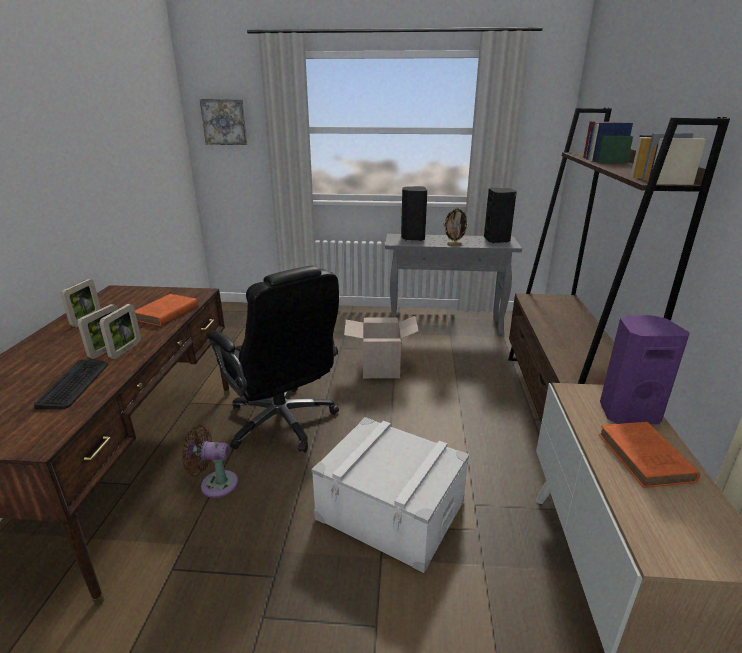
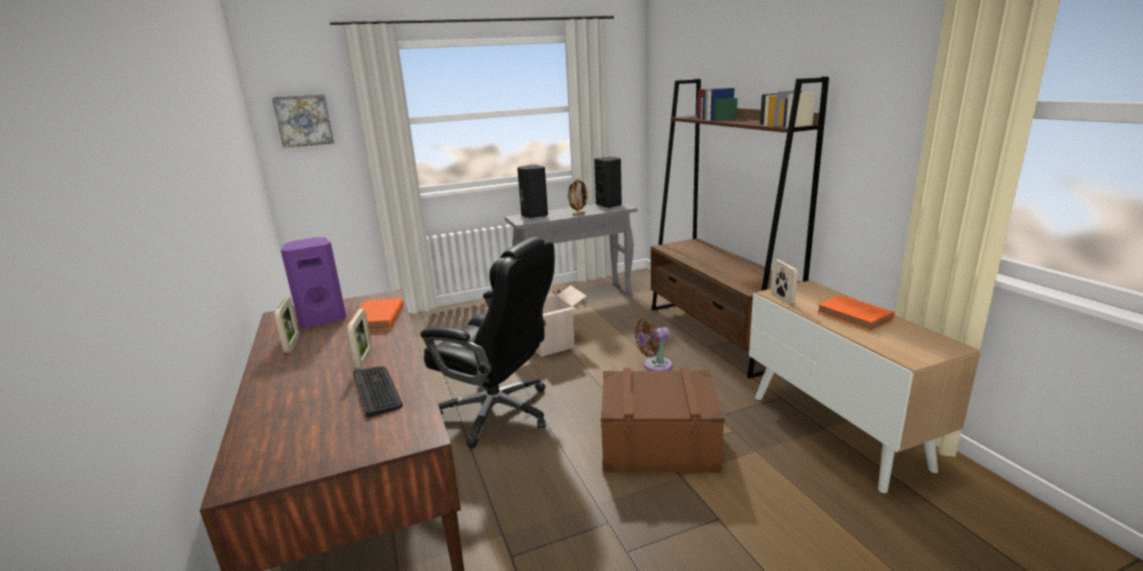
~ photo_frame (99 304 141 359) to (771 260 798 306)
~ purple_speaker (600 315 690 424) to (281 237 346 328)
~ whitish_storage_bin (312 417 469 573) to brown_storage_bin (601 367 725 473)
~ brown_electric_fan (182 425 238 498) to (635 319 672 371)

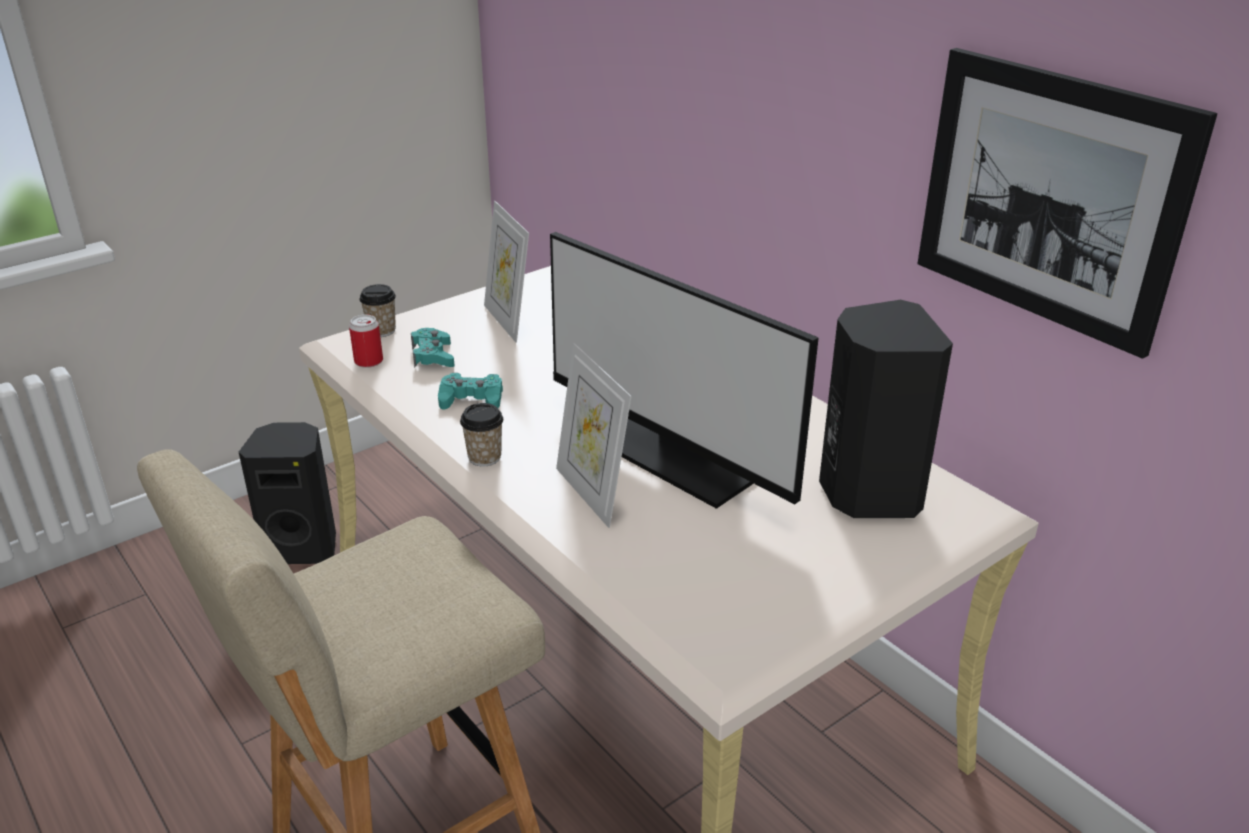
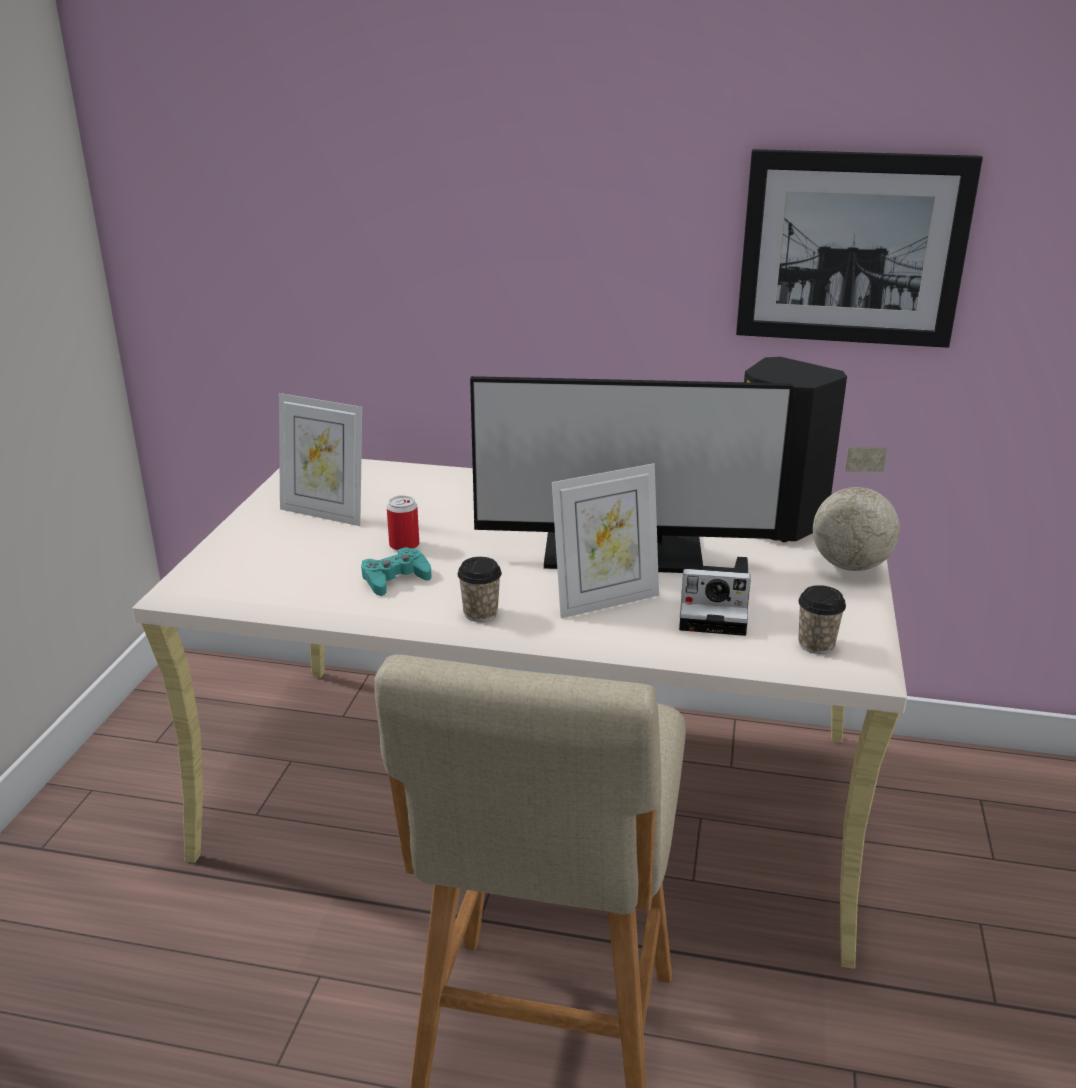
~ small_cup (359 284 396 337) to (798 585 846 654)
~ can (349 314 383 368) to (387 496 419 551)
- turquoise-coloured_game_controller (411 328 455 368)
~ photo_frame (556 343 631 528) = (552 463 659 618) 45 degrees counterclockwise
- black-coloured_speaker (239 422 336 564)
+ desk_globe (813 447 900 571)
+ photo_camera (679 557 751 636)

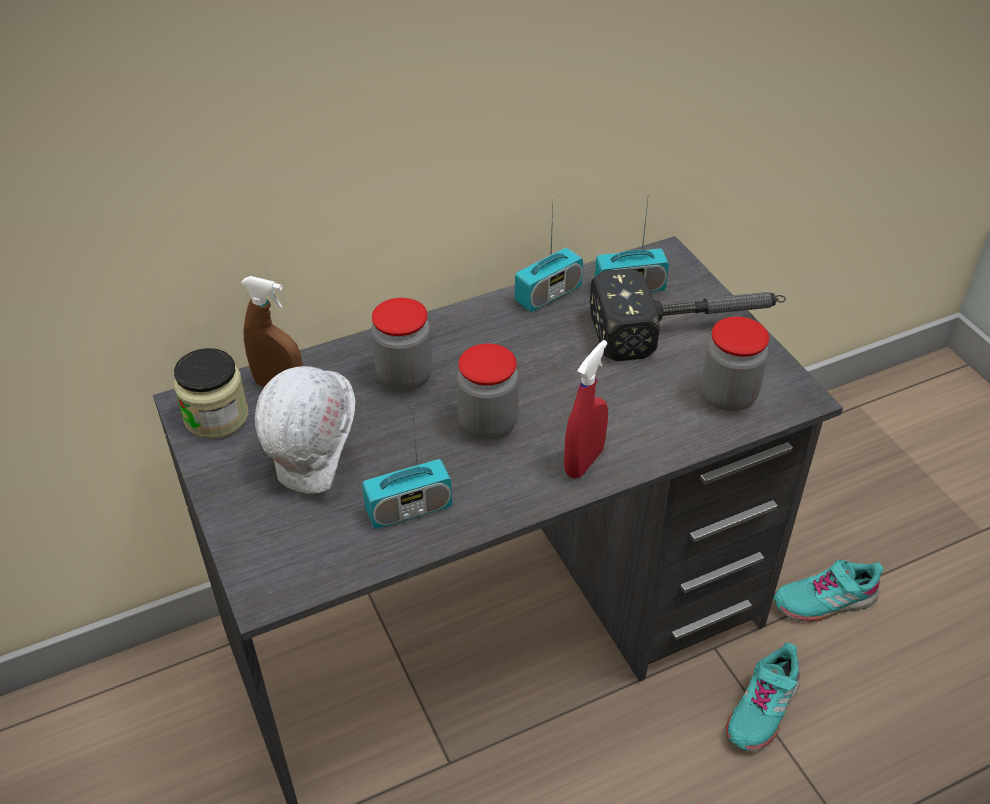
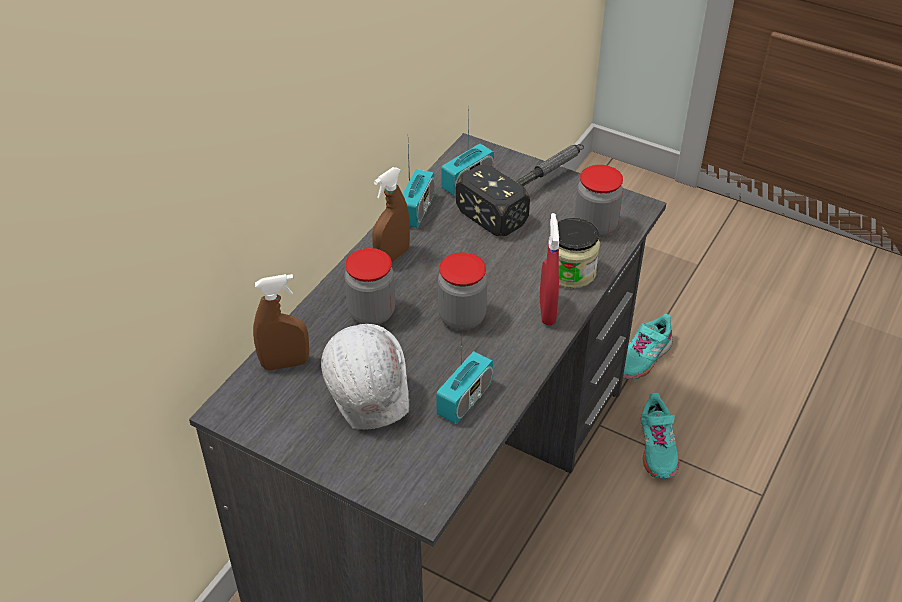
~ preserve_jar (174 348 249 439) to (548 218 600 289)
+ brown_hand_sprayer (372 167 410 262)

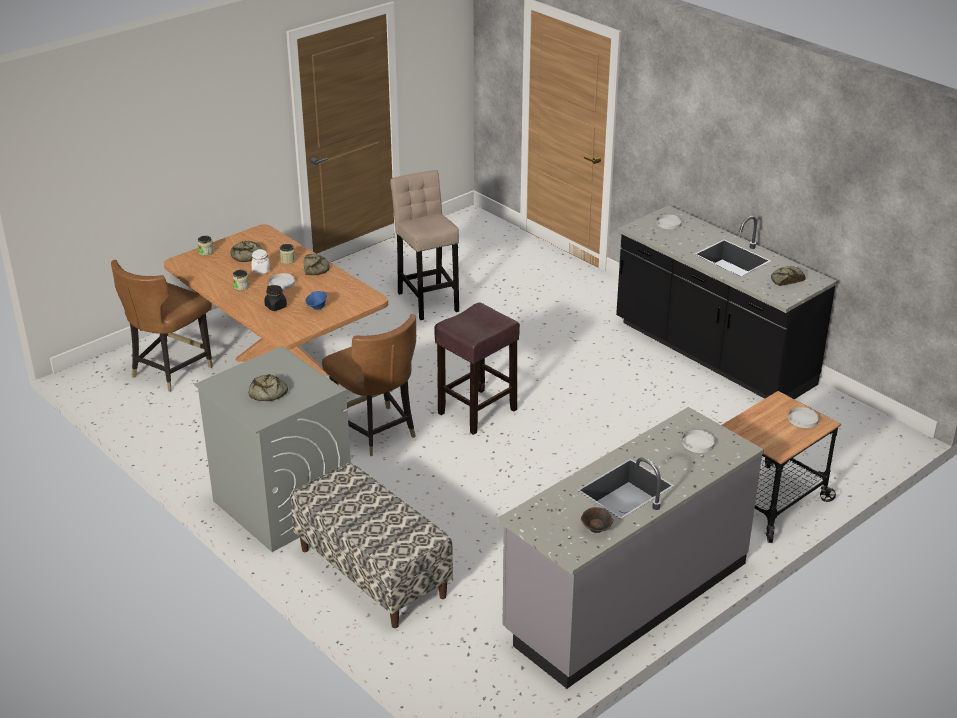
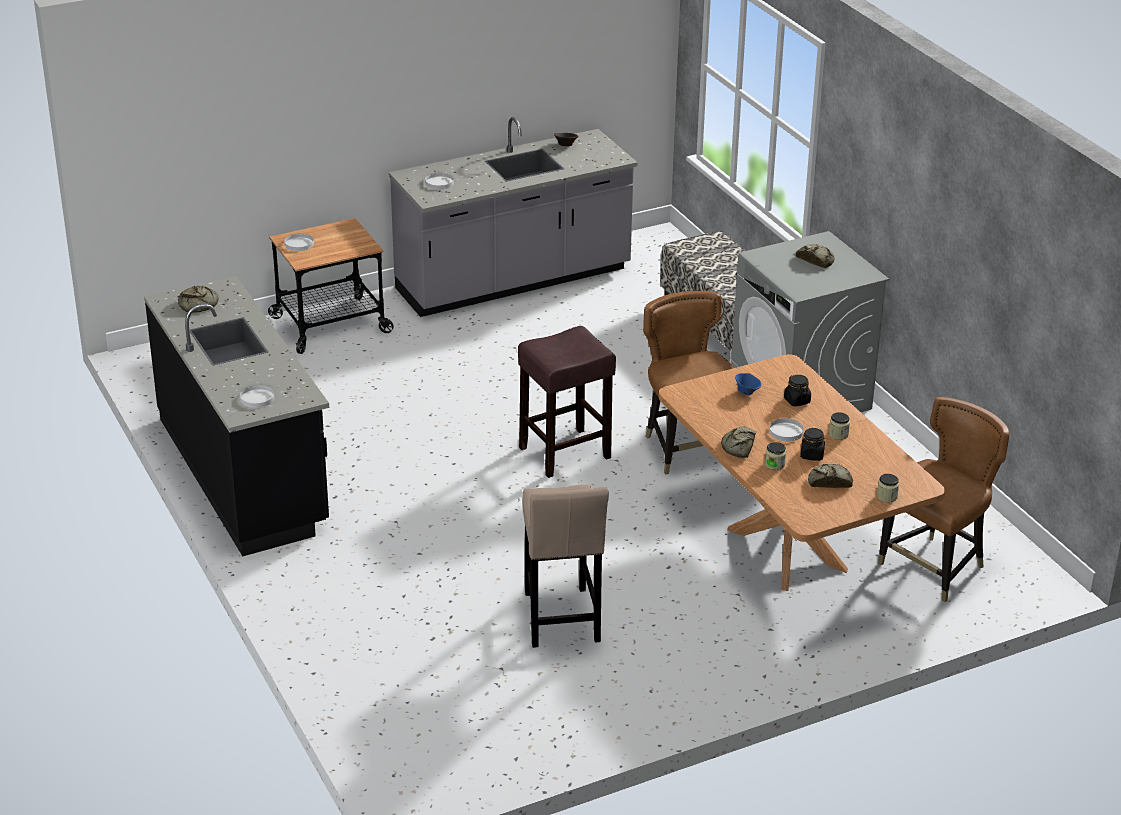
~ whitish_preserve_jar (252 249 270 274) to black-coloured_preserve_jar (800 428 825 461)

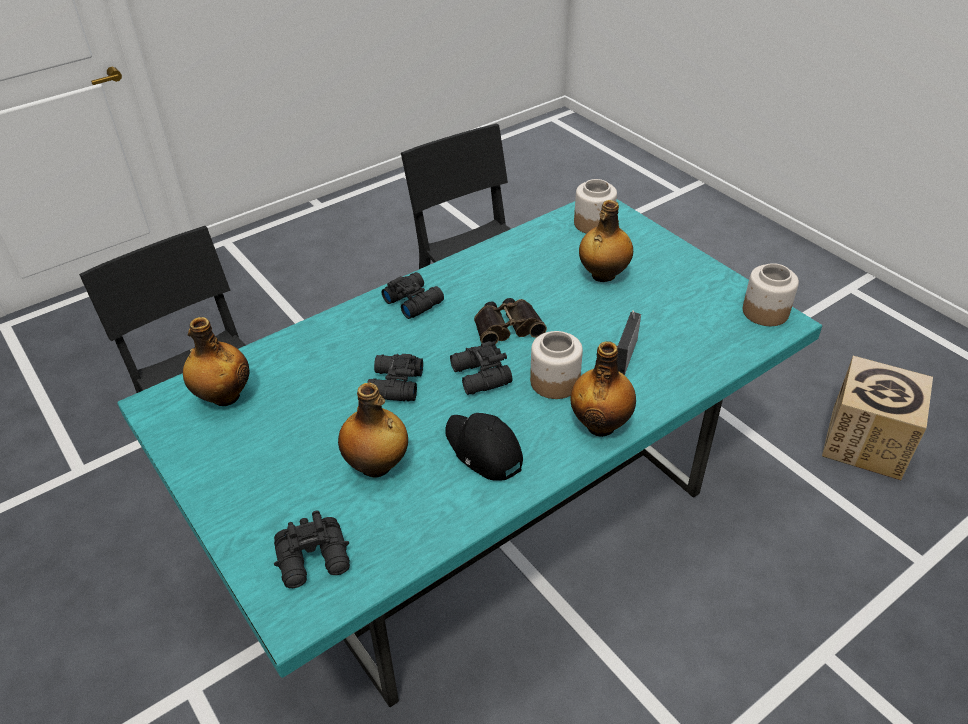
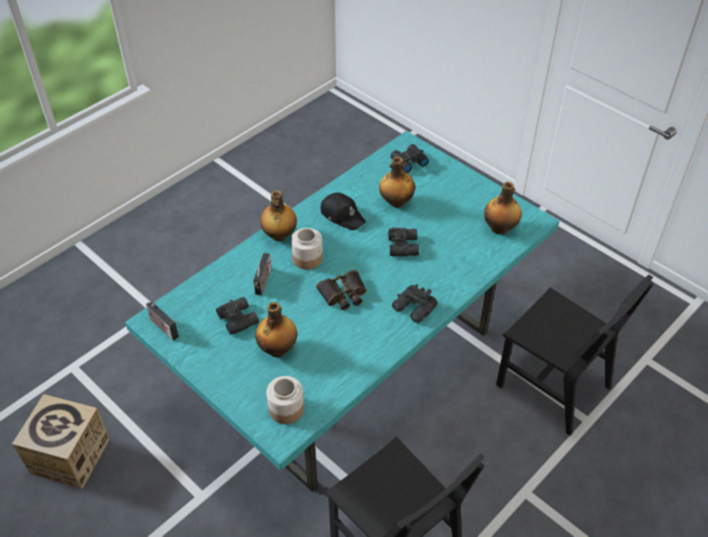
~ preserve_jar (743 263 799 326) to radio_set (146 301 179 341)
~ black-coloured_field_glasses (450 341 512 395) to (216 297 259 335)

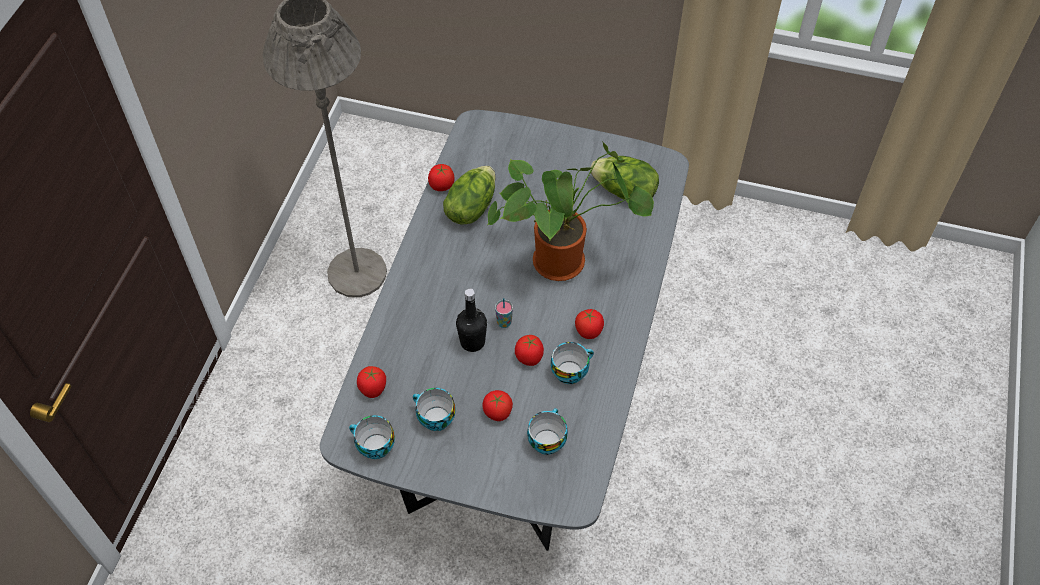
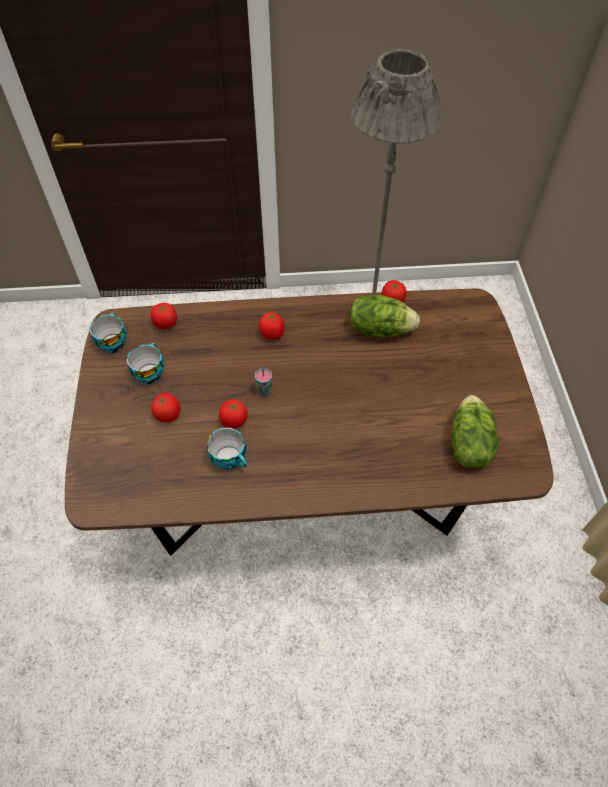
~ greyish_dinner_table (320 110 689 551) to brown_dinner_table (65 289 554 556)
- potted_plant (487 141 654 281)
- black-coloured_drink_bottle (456 288 487 352)
~ fresh_tomato (575 309 604 339) to (259 312 285 340)
- small_cup (527 408 568 455)

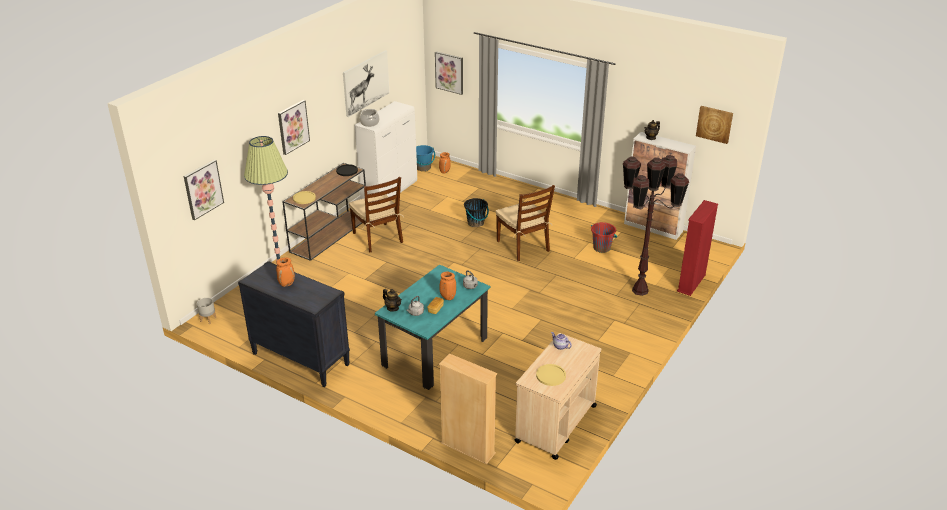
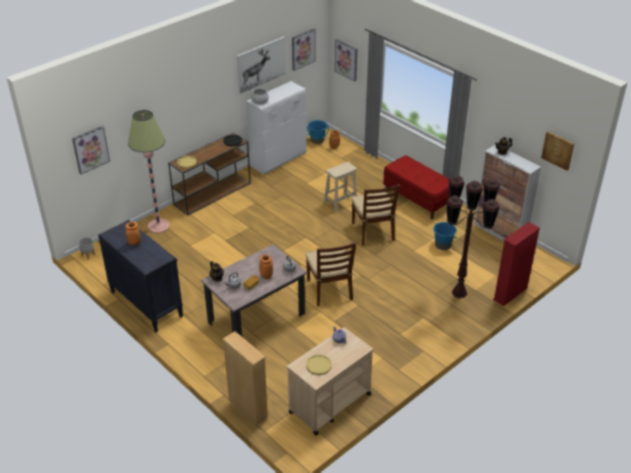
~ wall_picture (278 100 310 155) to (292 29 315 71)
~ brown_plain_chair (349 177 404 252) to (305 242 356 306)
~ black-coloured_pail (464 198 489 227) to beige_stool (324 162 357 212)
~ red-coloured_pail (591 222 617 253) to blue-coloured_pail (433 222 457 250)
~ turquoise-coloured_dinner_table (375 264 490 390) to beige_dinner_table (201 244 307 336)
+ red-coloured_long_seat (383 155 449 220)

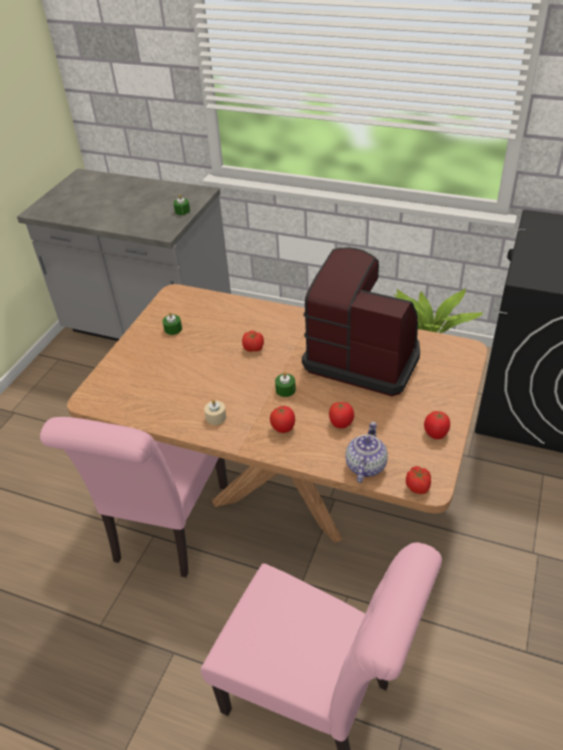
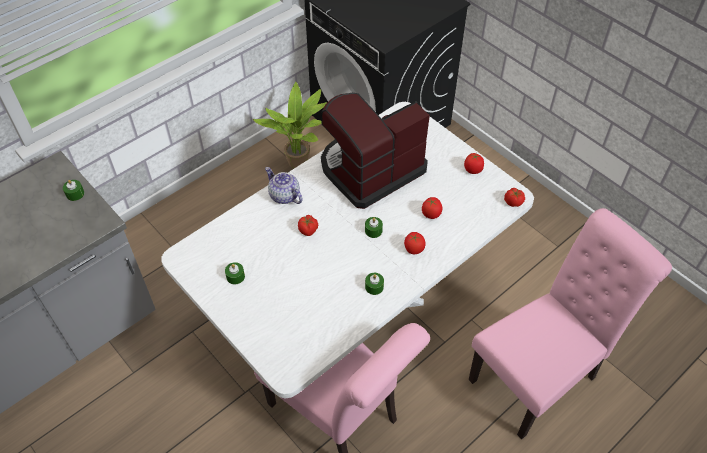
~ brown_dinner_table (67 284 487 543) to whitish_dinner_table (161 102 534 399)
~ beige_wax_light (204 400 226 425) to greenish_wax_light (365 273 384 295)
~ teapot (345 421 388 483) to (265 167 303 204)

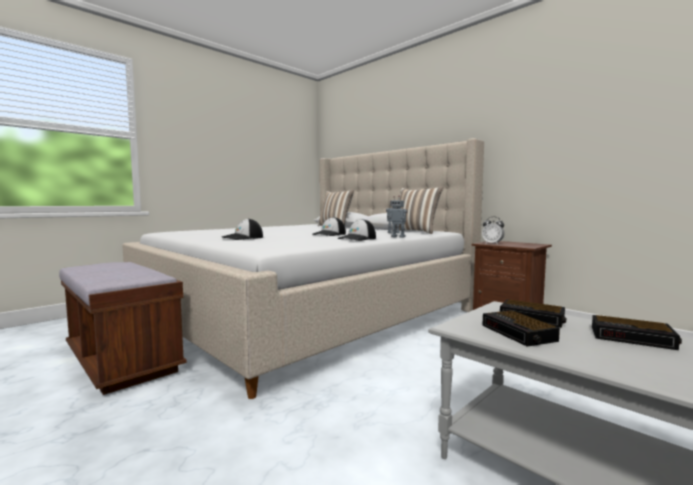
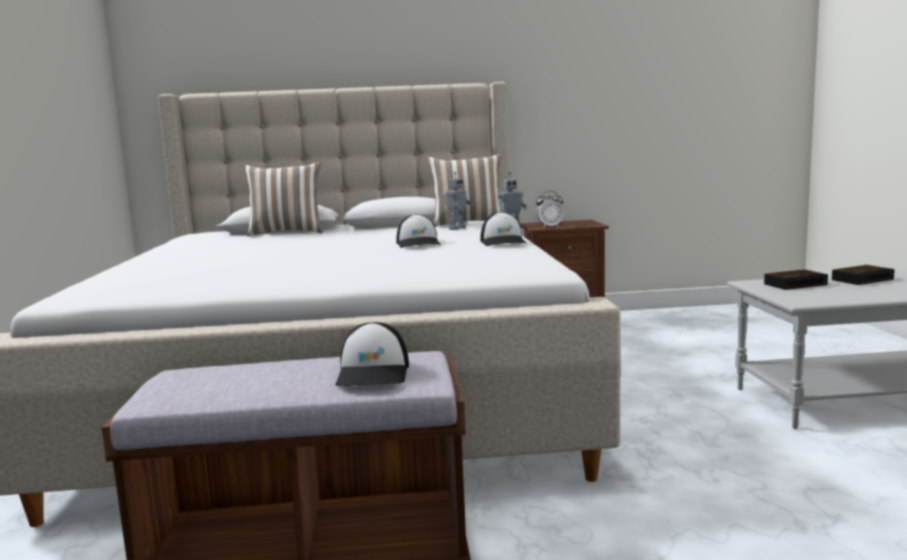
~ peaked_cap (222 219 263 240) to (335 322 409 386)
- alarm_clock (482 310 560 347)

